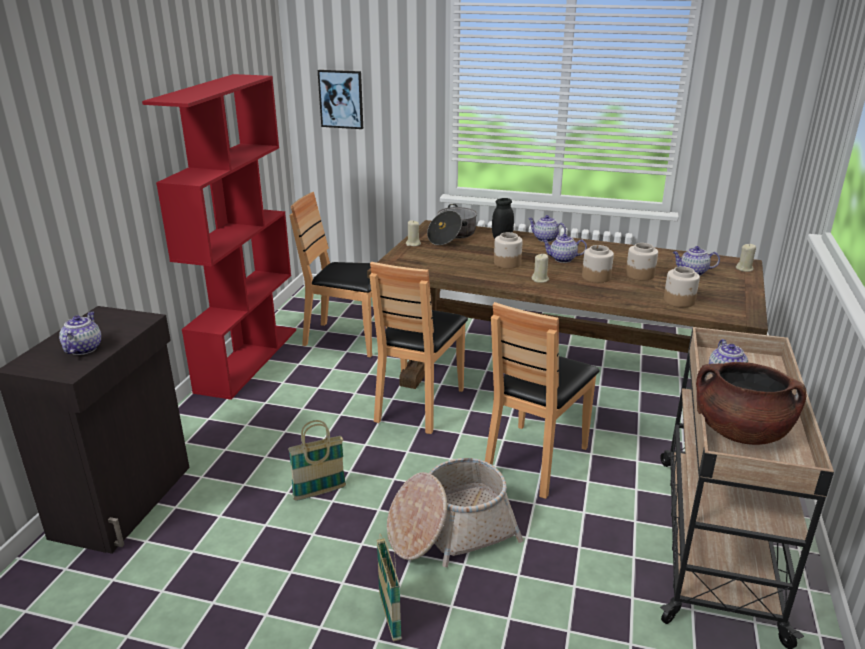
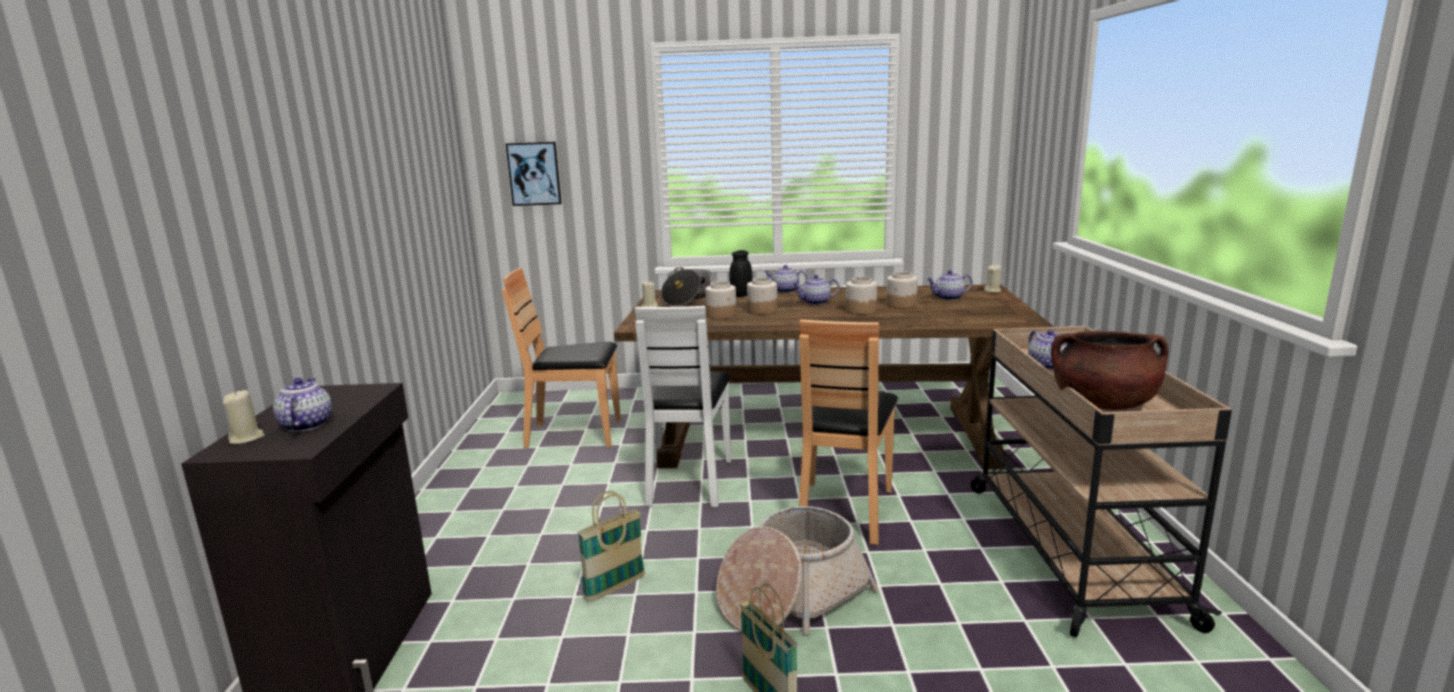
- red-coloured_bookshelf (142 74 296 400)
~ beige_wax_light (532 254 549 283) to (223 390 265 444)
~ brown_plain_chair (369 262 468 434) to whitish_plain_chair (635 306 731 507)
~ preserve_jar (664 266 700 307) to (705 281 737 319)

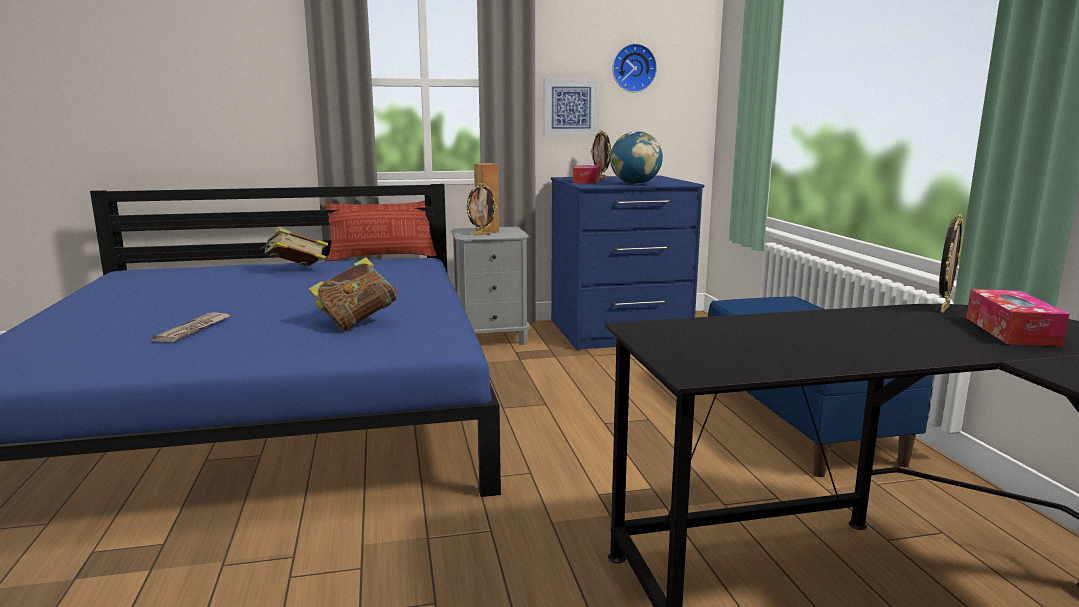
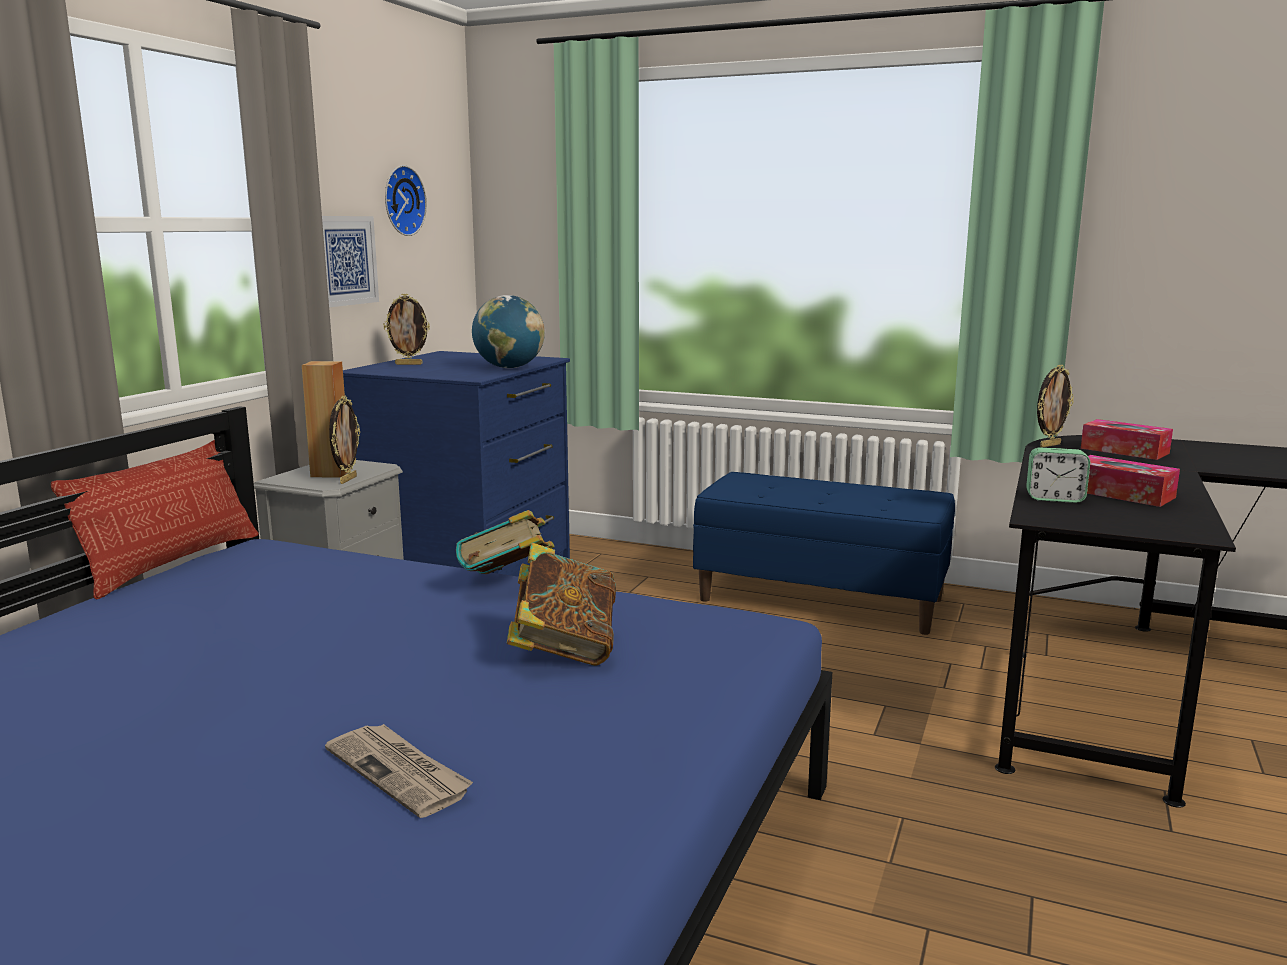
~ box_of_tissues (573 165 600 184) to (1087 455 1180 507)
~ photo_frame (939 214 963 313) = (1037 364 1074 448) 75 degrees clockwise
~ bound_book (261 228 328 266) to (456 510 555 574)
+ alarm_clock (1026 448 1090 503)

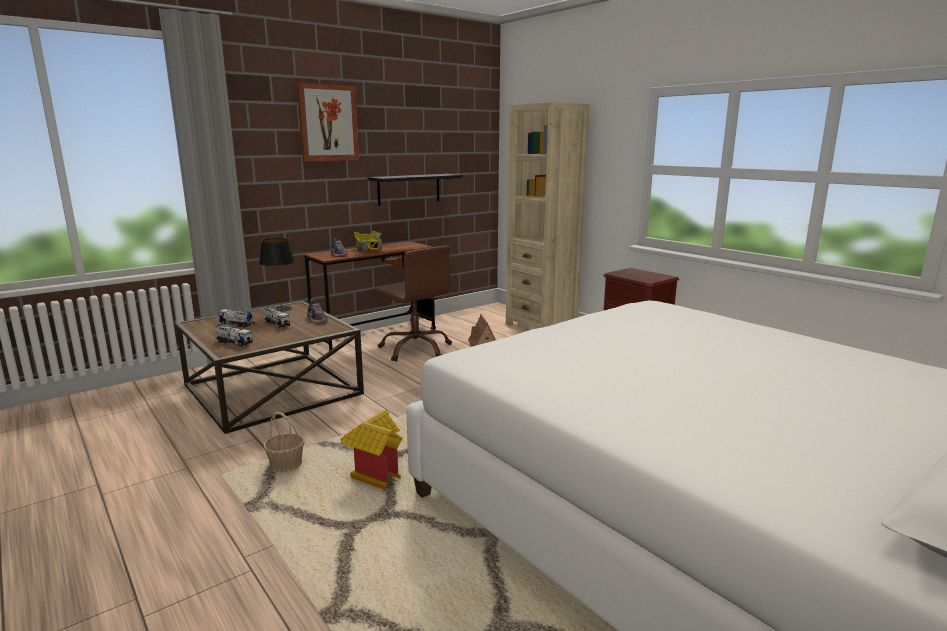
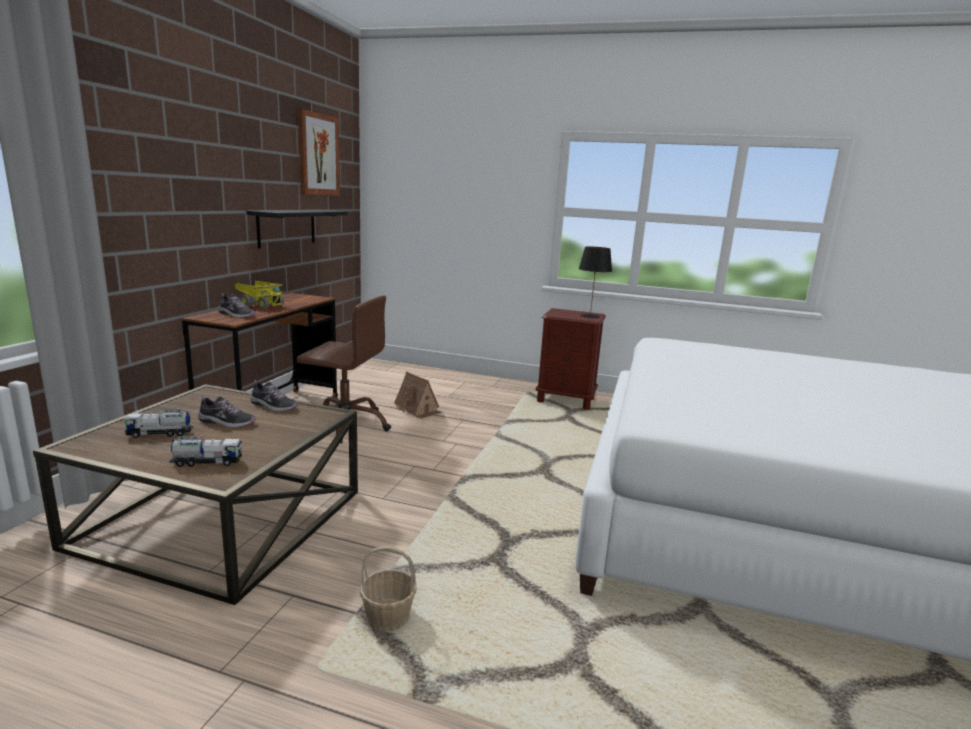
~ wall_picture (297 82 359 162) to (298 109 340 196)
- beige_bookshelf (506 102 590 329)
~ black-coloured_tabletop_lamp (259 238 295 312) to (579 247 612 318)
~ toy_lorry (265 306 290 328) to item_of_footwear (198 395 255 428)
- model_house (340 410 403 490)

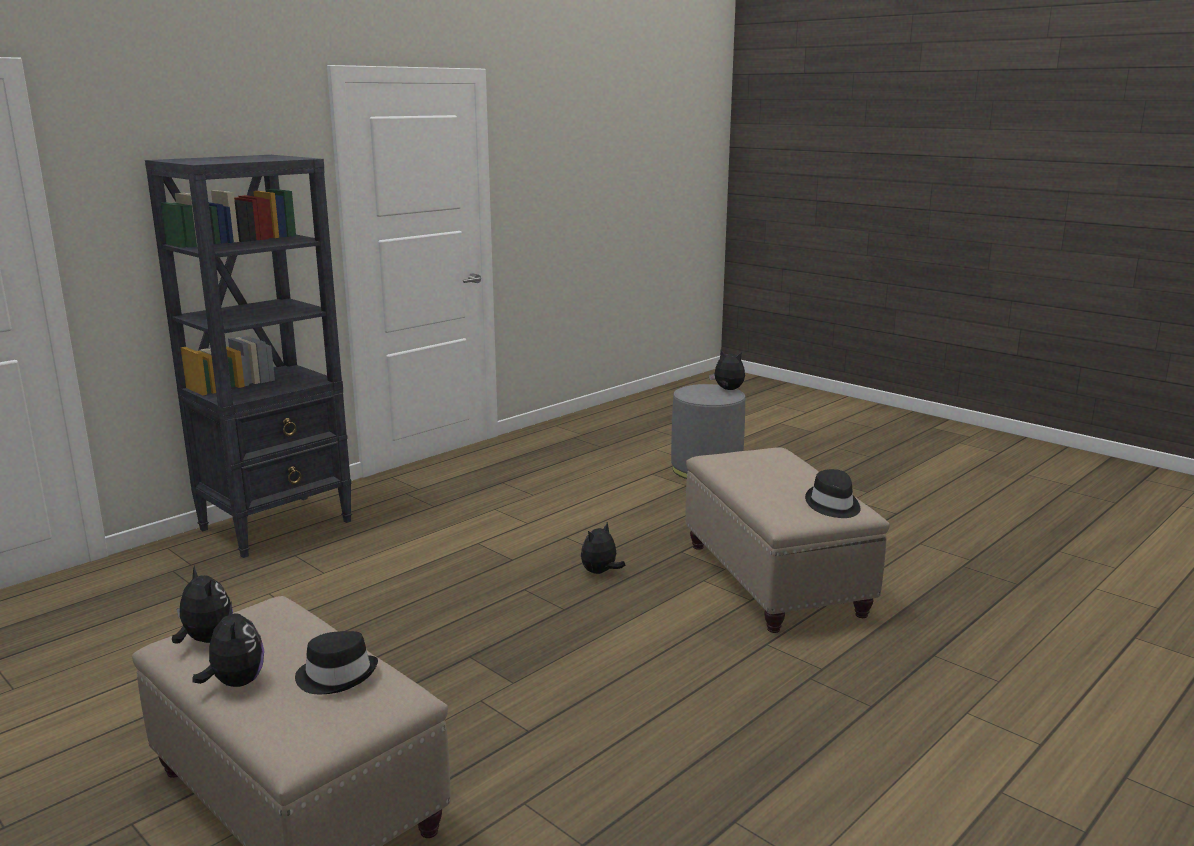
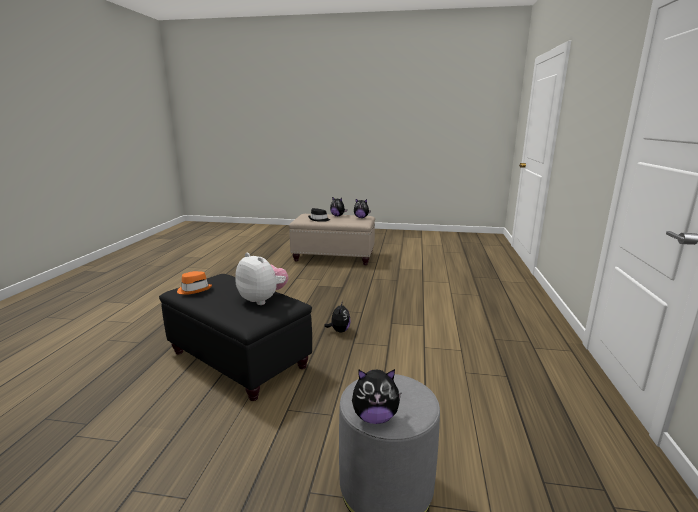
- black-coloured_bookshelf (145 155 352 558)
~ beige_ottoman (685 447 890 633) to black-coloured_ottoman (159 274 312 401)
~ black-coloured_wearable_hat (805 469 861 518) to orange_wearable_hat (177 271 212 295)
+ plush_toy (235 253 288 305)

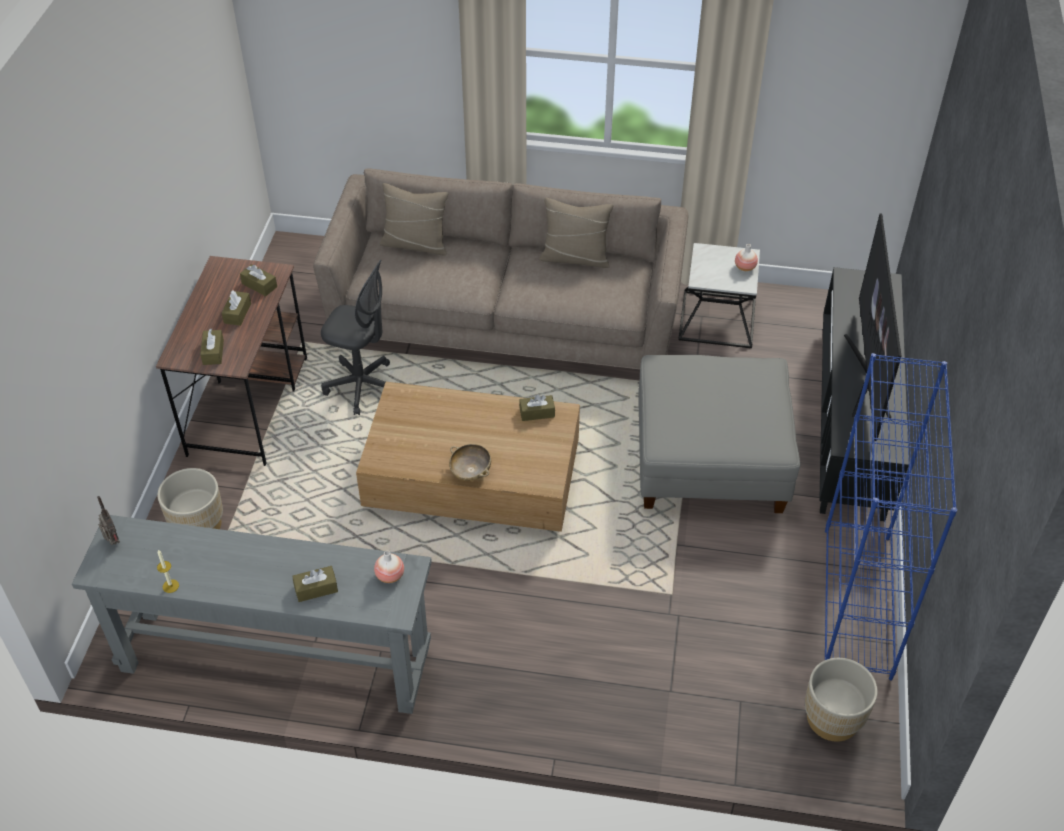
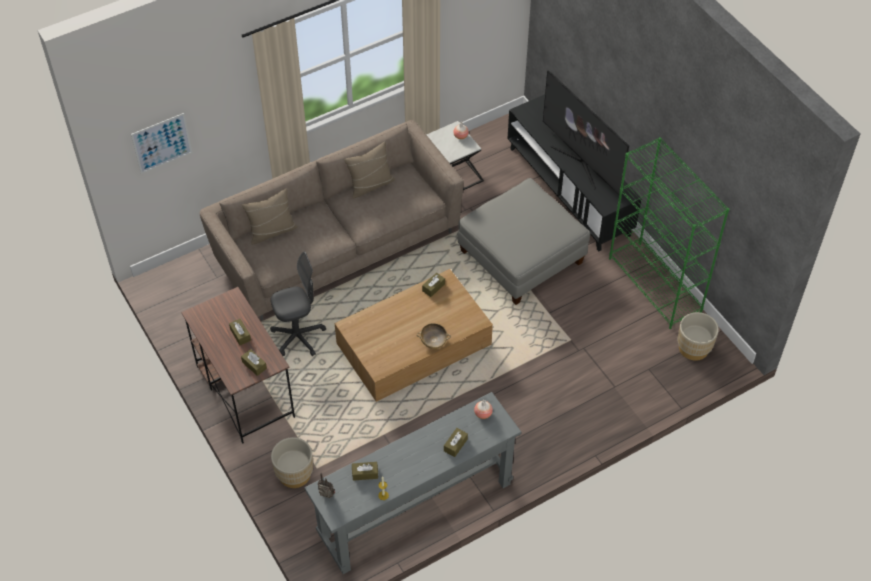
~ brown_box_of_tissues (240 264 277 296) to (352 462 378 481)
~ blue-coloured_bookshelf (825 353 957 681) to greenish_bookshelf (609 137 729 329)
+ wall_picture (131 113 192 174)

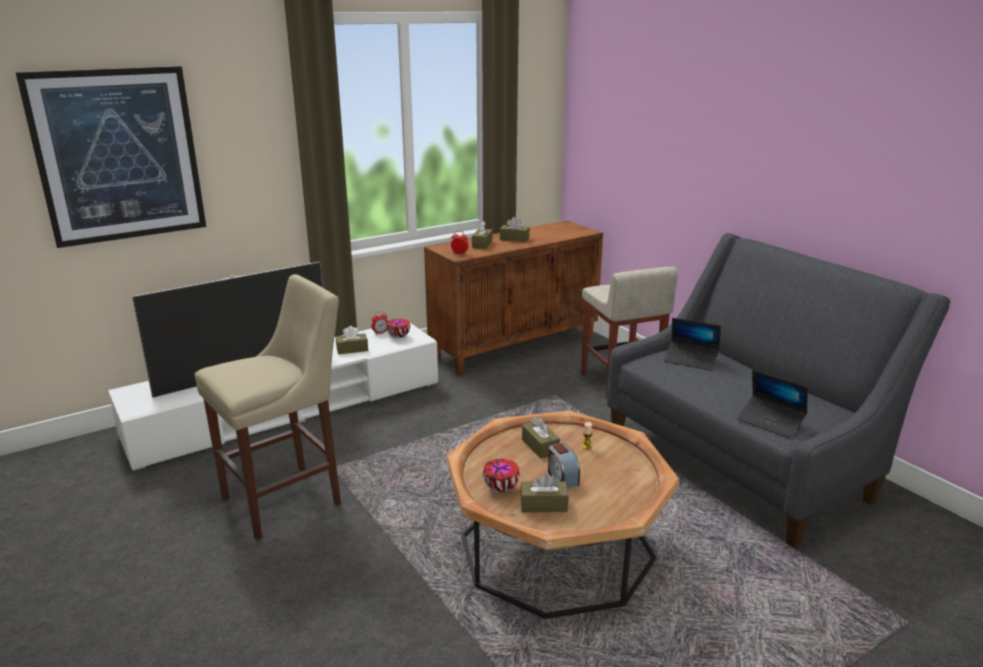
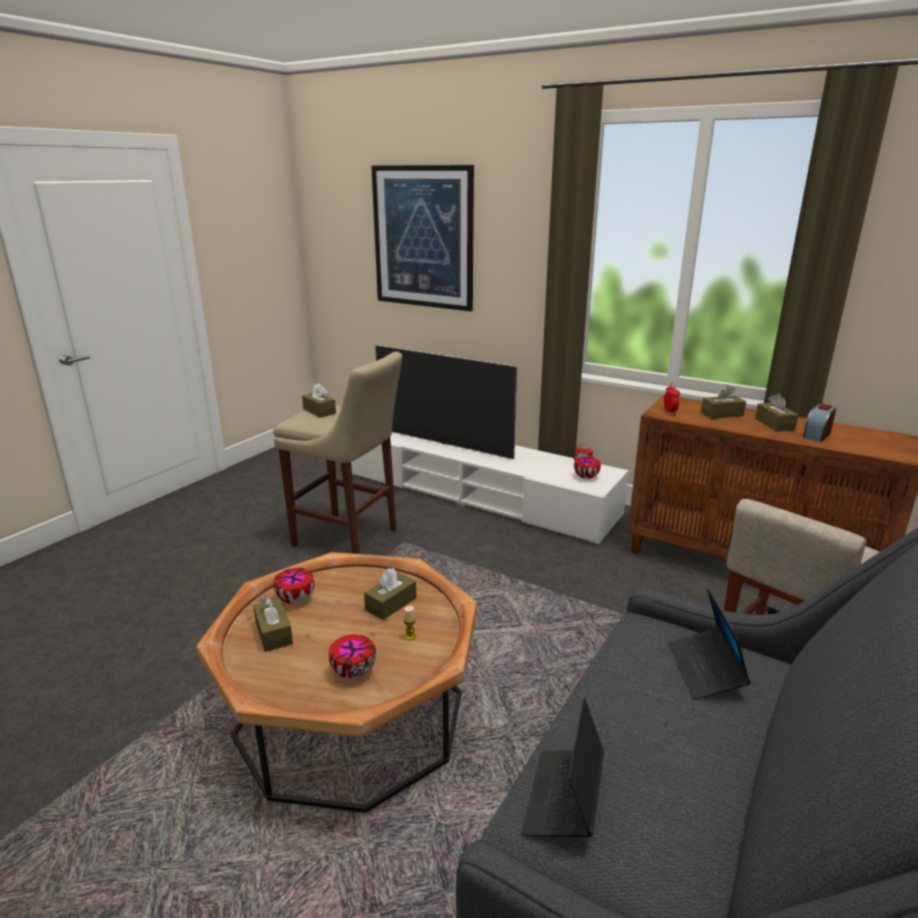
~ brown_box_of_tissues (336 326 368 354) to (302 383 336 418)
~ alarm_clock (548 443 580 489) to (803 404 836 442)
+ bowl (328 634 376 679)

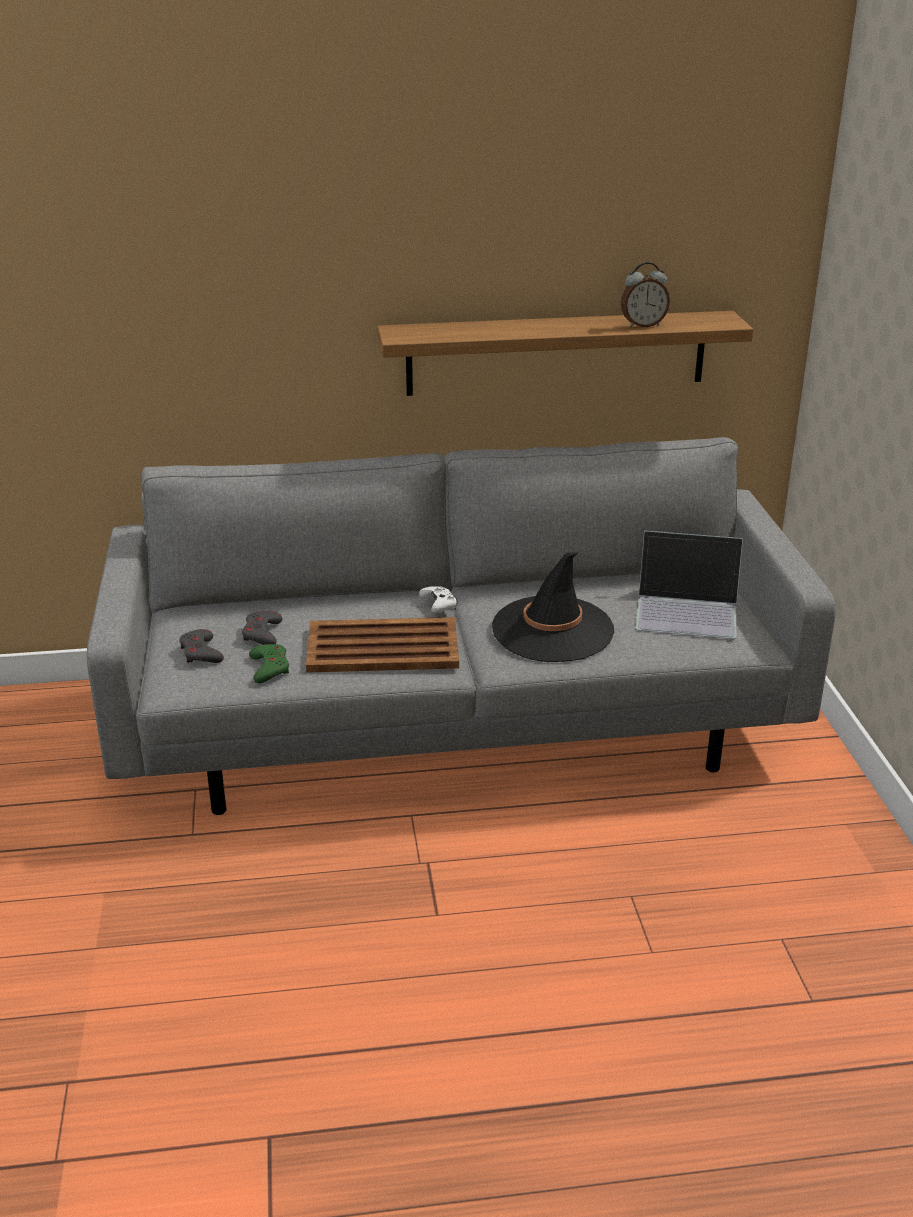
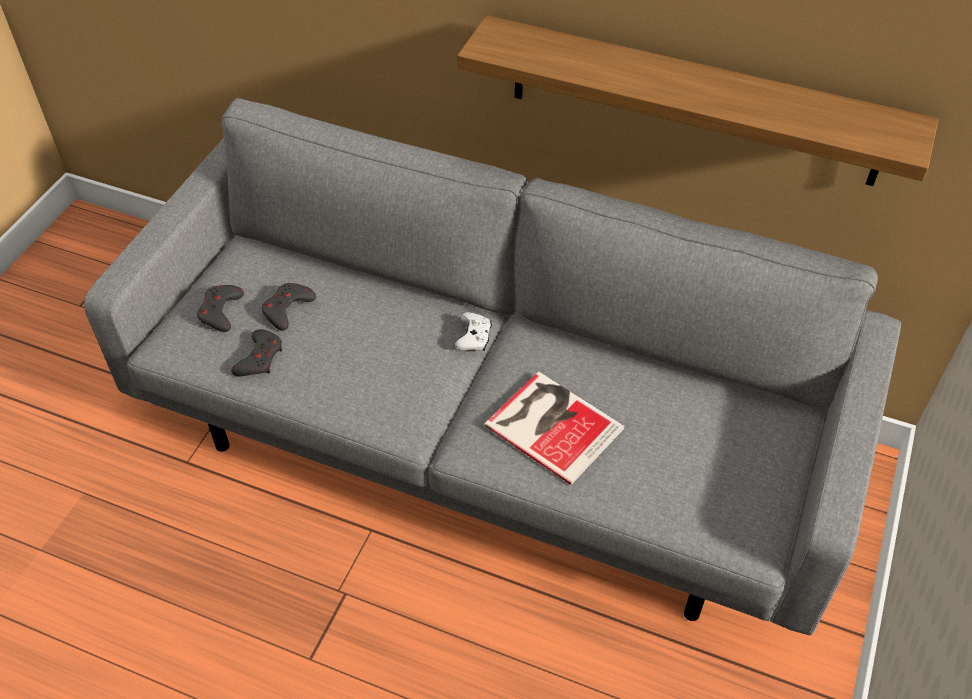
- alarm_clock (621 262 670 328)
- portable_computer (636 531 743 639)
~ black-coloured_wearable_hat (492 552 614 662) to bound_book (484 372 624 485)
- brown_tray (306 617 459 673)
~ greenish_game_controller (249 644 289 683) to greyish_game_controller (231 329 282 376)

